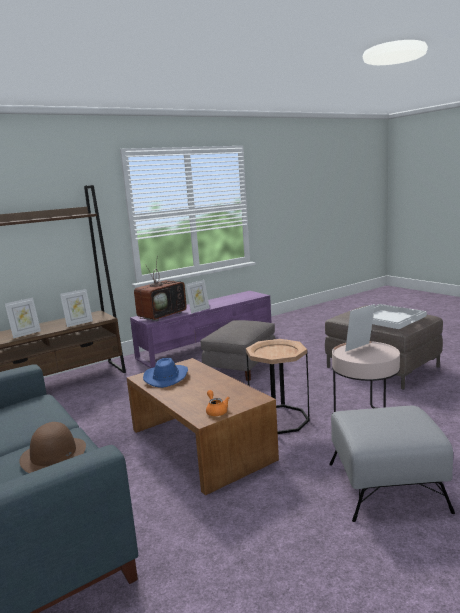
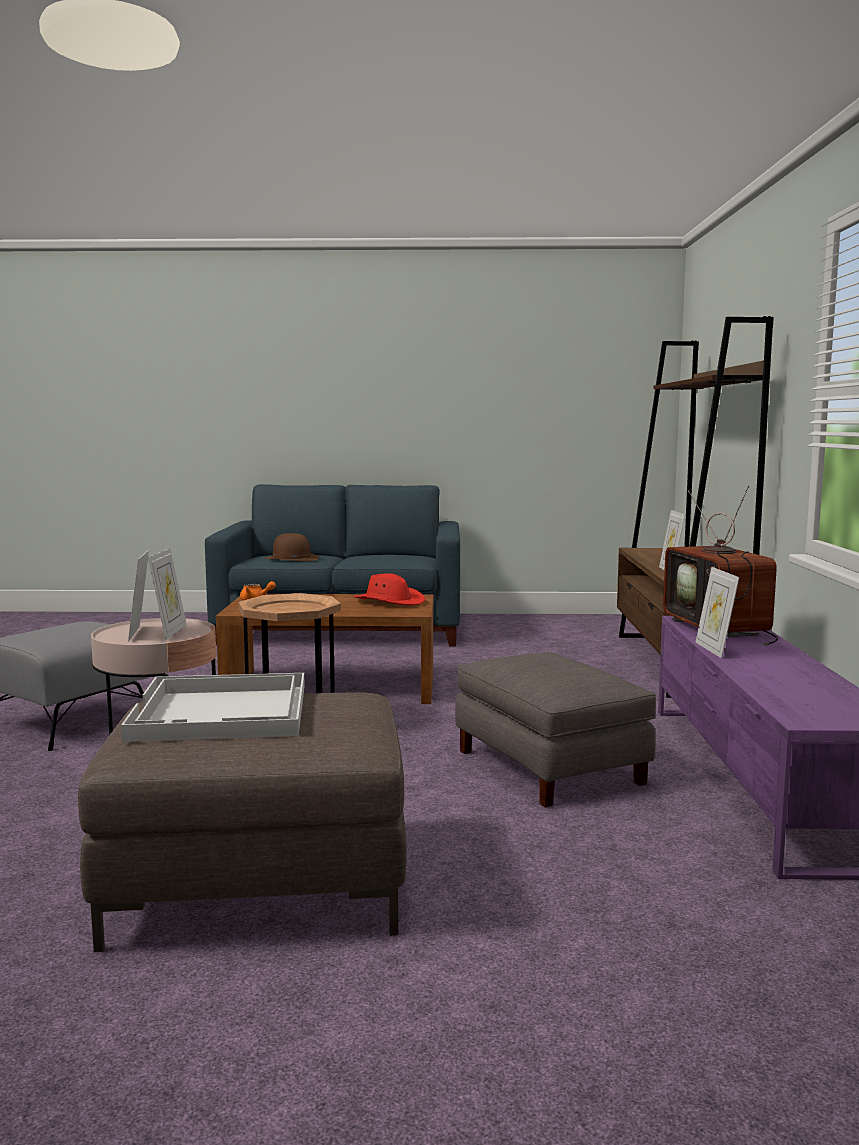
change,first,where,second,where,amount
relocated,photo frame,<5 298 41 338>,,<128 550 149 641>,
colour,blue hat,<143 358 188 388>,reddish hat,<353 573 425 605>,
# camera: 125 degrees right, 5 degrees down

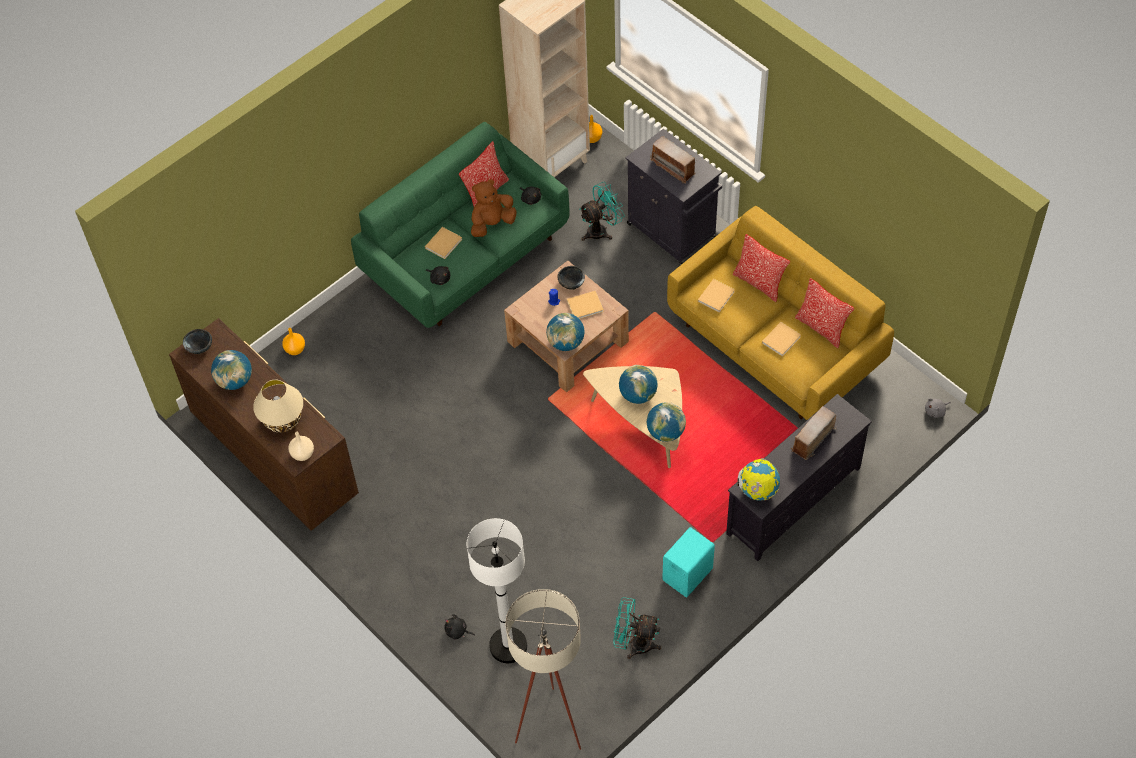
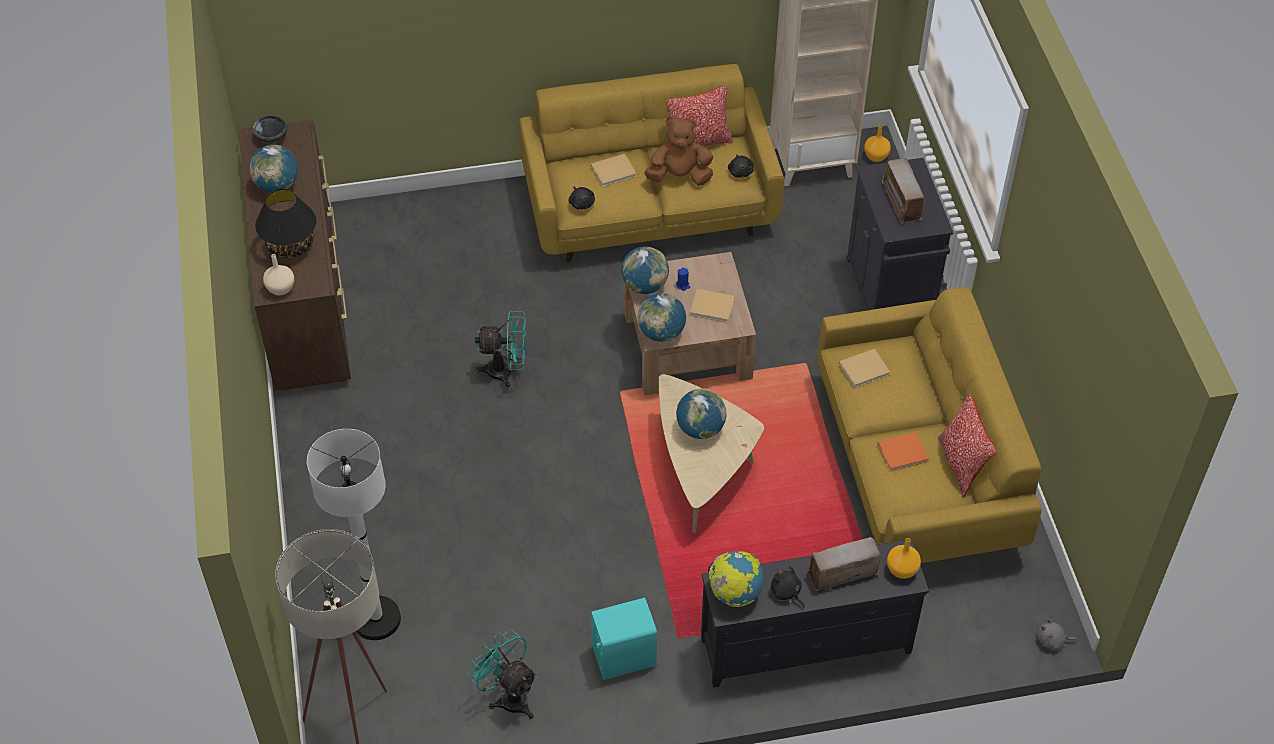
change,first,where,second,where,amount
colour,beige-coloured tabletop lamp,<253 380 303 432>,blackish tabletop lamp,<255 189 317 258>,
relocated,orange decorative vase,<282 328 305 355>,,<887 538 921 579>,
colour,greenish sofa,<351 122 570 328>,yellowish sofa,<519 64 784 262>,
relocated,blackish soft toy,<445 614 475 640>,,<771 566 805 608>,
missing,blackish deep dish,<557 266 585 290>,,,
relocated,blue-green fan,<579 182 625 241>,,<474 311 526 387>,
relocated,desk globe,<647 403 686 442>,,<621 246 669 294>,
missing,pillow,<732 234 790 302>,,,
colour,beige-coloured volume,<762 322 801 357>,orange volume,<878 433 929 471>,
# camera: 30 degrees right, 5 degrees down

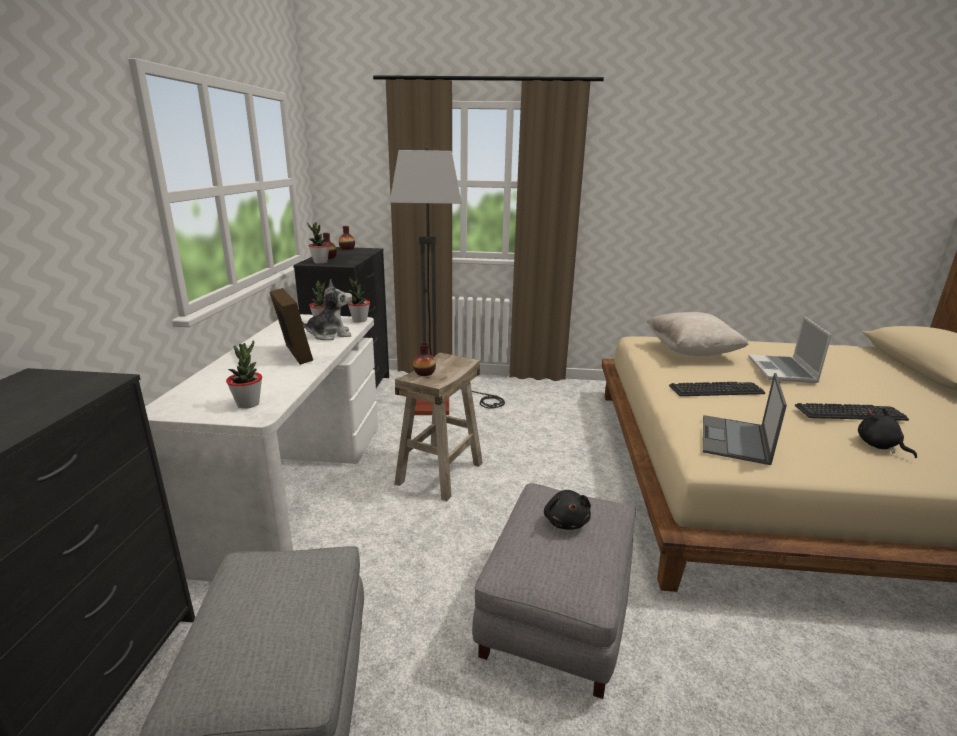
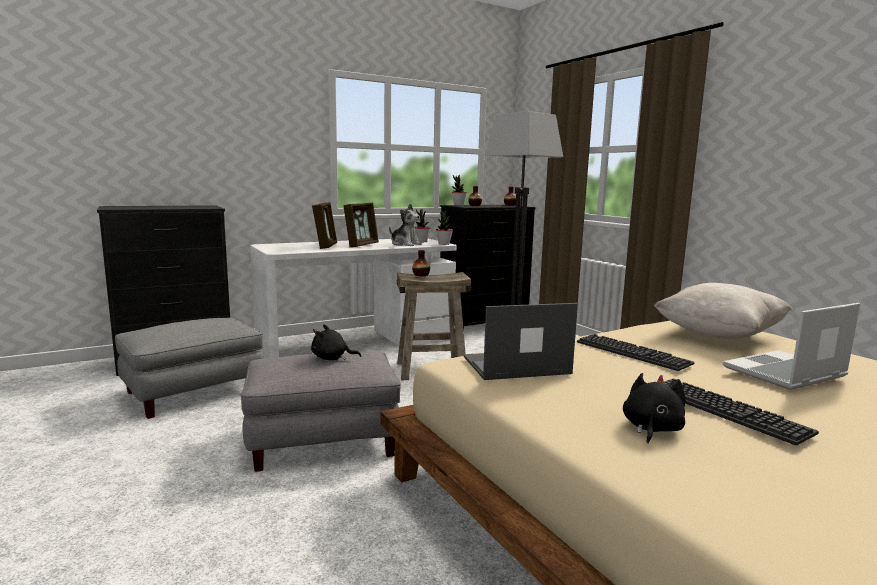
change,first,where,second,where,amount
missing,potted plant,<226 340 262 409>,,,
spun,blackish soft toy,<544 490 591 530>,,<311 324 361 360>,45 degrees clockwise
appeared,,,photo frame,<312 202 337 249>,
# camera: 55 degrees right, 10 degrees down

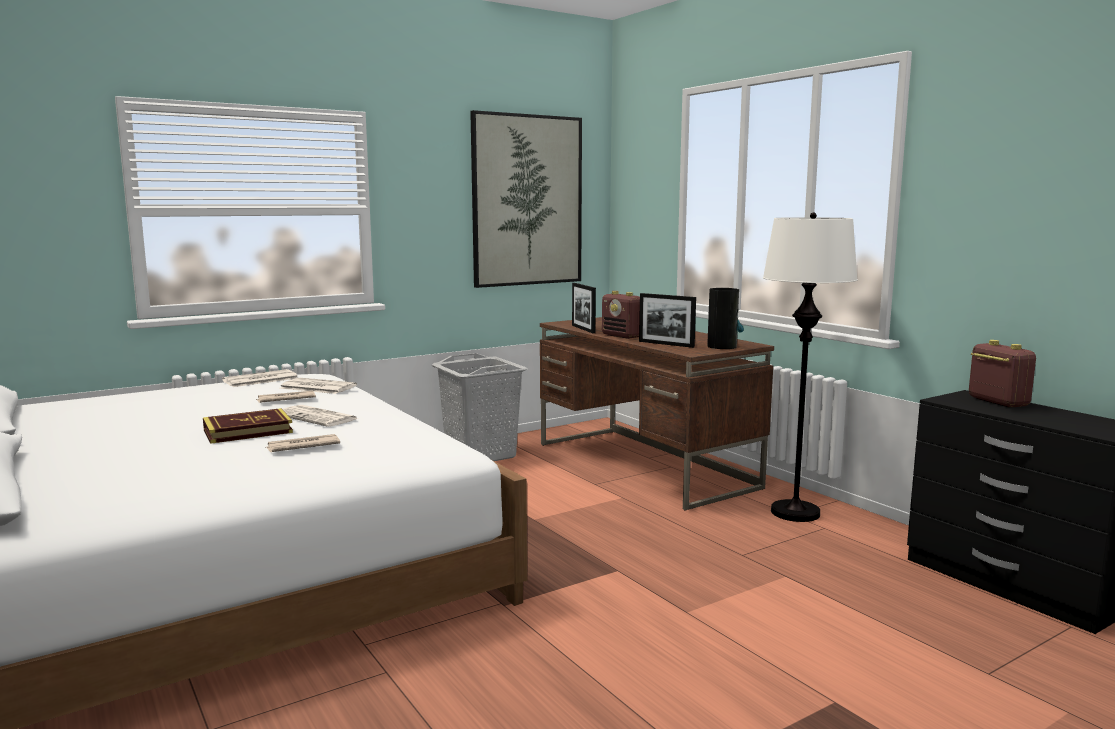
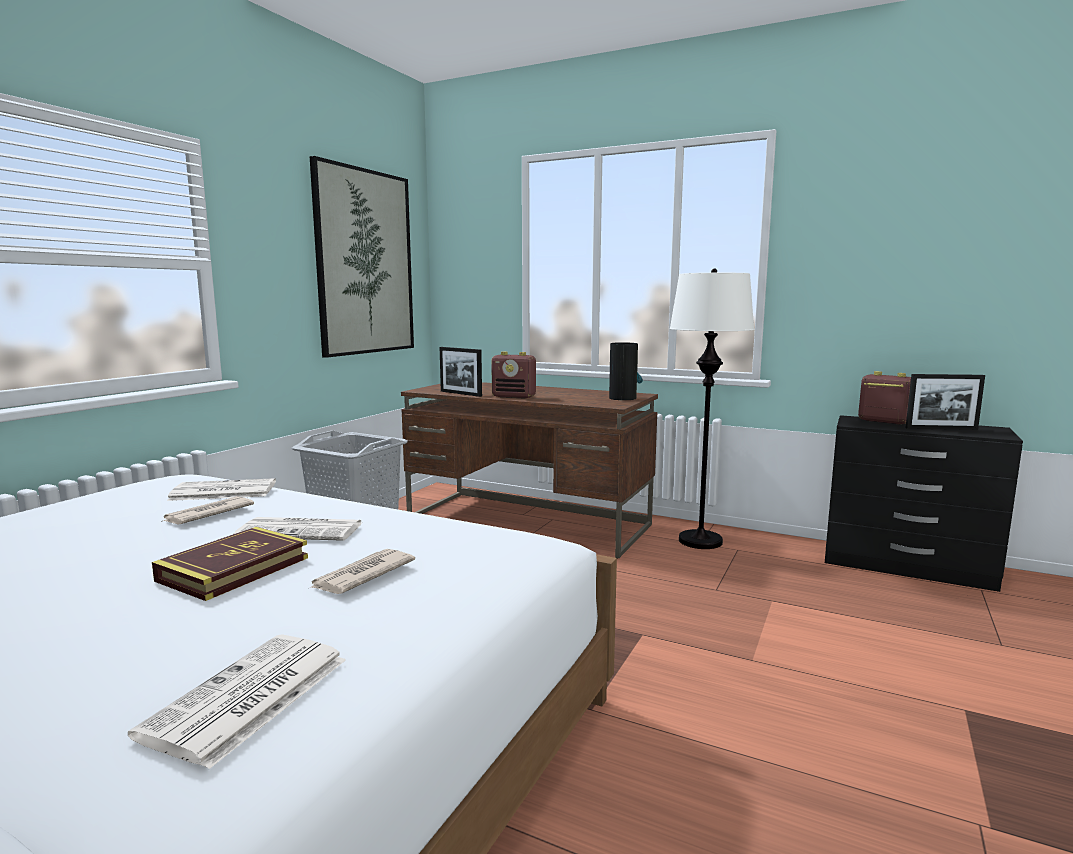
change,first,where,second,where,amount
relocated,printed paper,<222 369 297 387>,,<128 634 346 769>,
relocated,photo frame,<639 293 696 348>,,<906 374 985 430>,
# camera: 30 degrees left, 0 degrees up

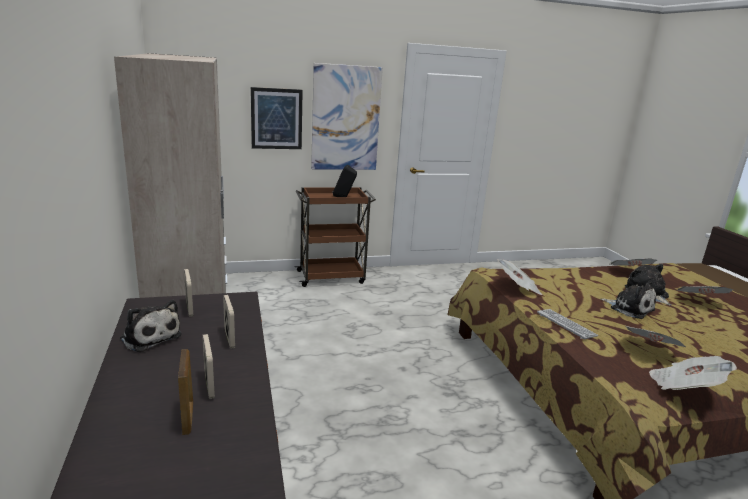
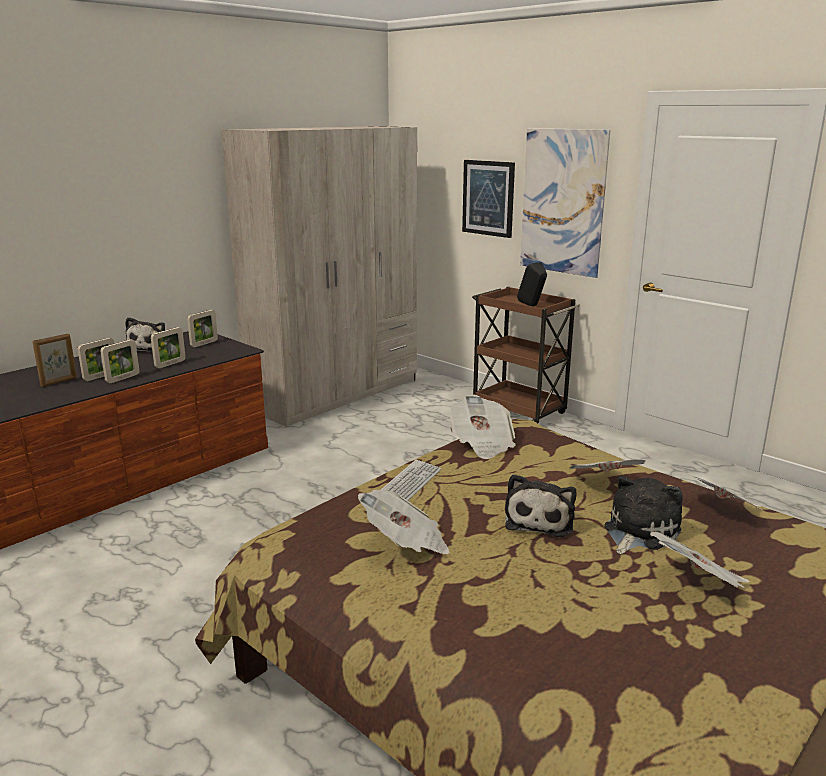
change,first,where,second,where,amount
relocated,printed paper,<649 356 737 390>,,<569 460 646 472>,
appeared,,,photo frame,<101 339 139 383>,
# camera: 60 degrees right, 0 degrees up

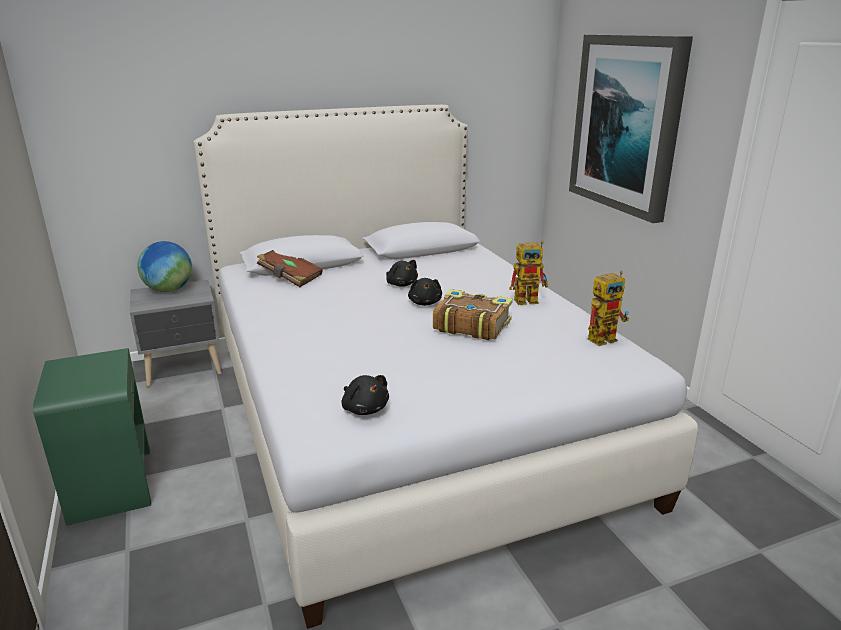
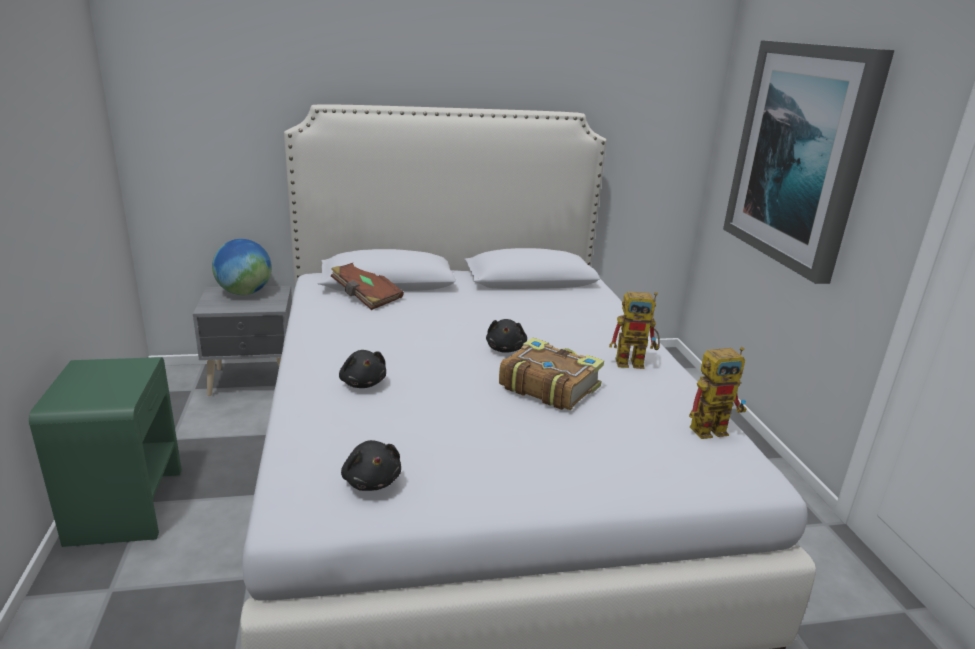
change,first,where,second,where,amount
relocated,blackish soft toy,<386 260 418 287>,,<339 350 386 388>,
# camera: 10 degrees right, 0 degrees up

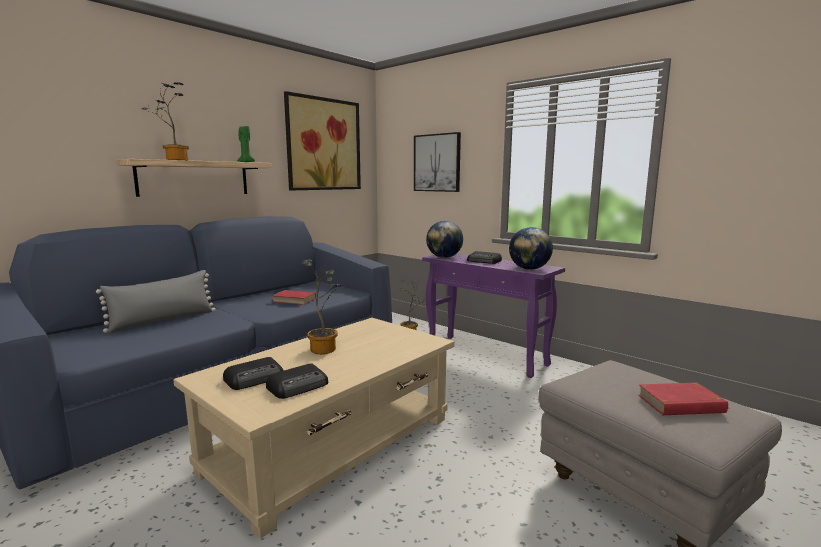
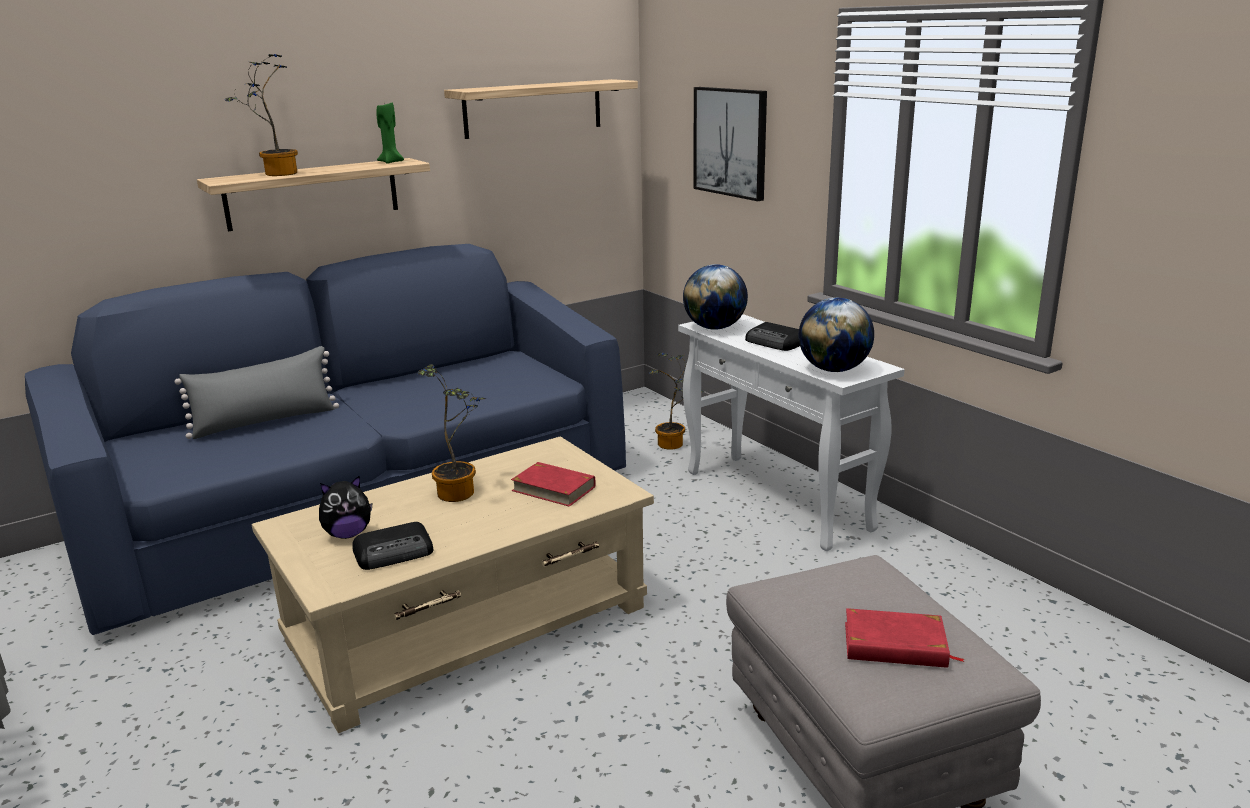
change,first,where,second,where,amount
exchanged,radio,<223 357 284 390>,soft toy,<319 476 372 539>,
relocated,reddish volume,<272 290 316 305>,,<511 462 596 507>,
exchanged,wall picture,<284 91 361 190>,shelf,<444 79 638 139>,
colour,purple-coloured hall table,<422 253 565 378>,white-coloured hall table,<678 314 905 551>,
# camera: 15 degrees right, 10 degrees up

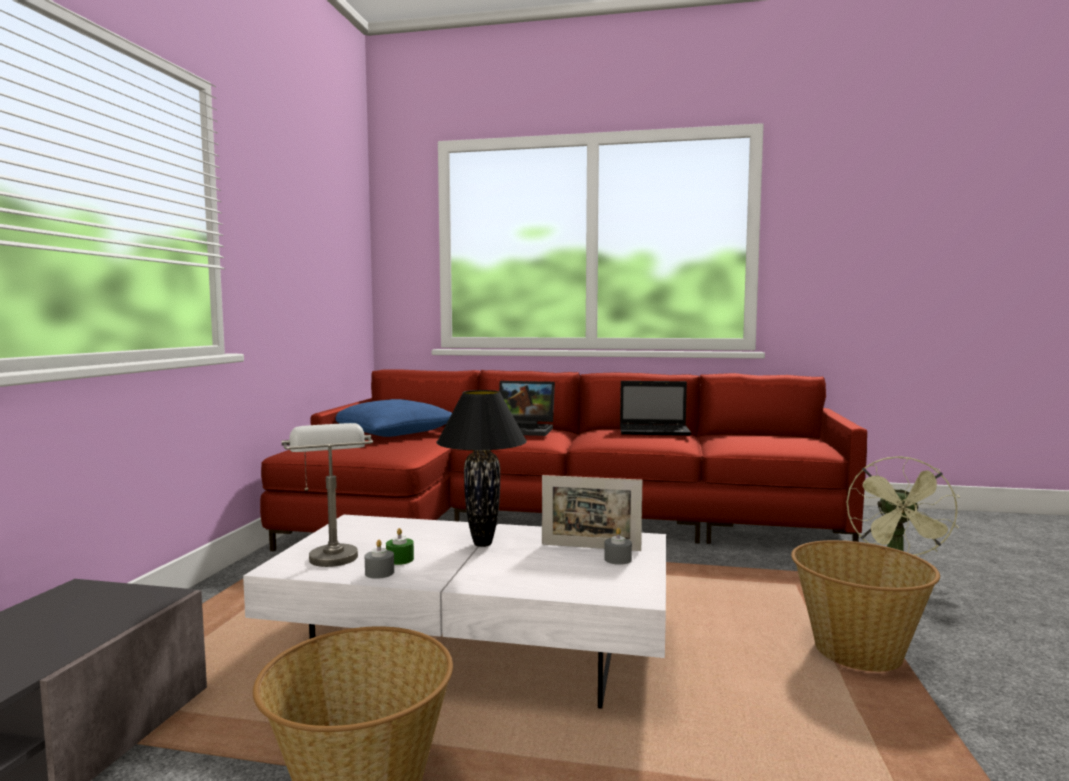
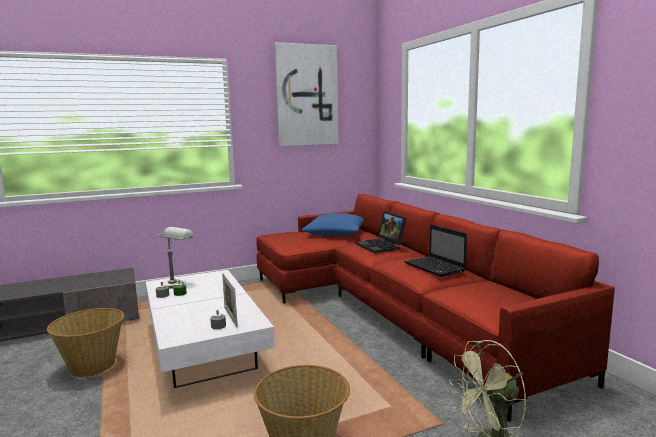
change,first,where,second,where,amount
missing,blackish tabletop lamp,<437 390 527 547>,,,
appeared,,,wall picture,<274 42 339 146>,
# camera: 55 degrees right, 5 degrees up

